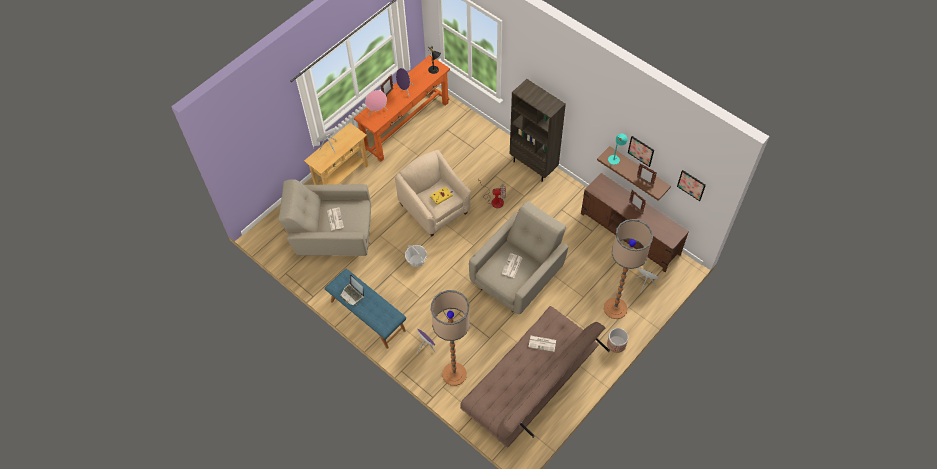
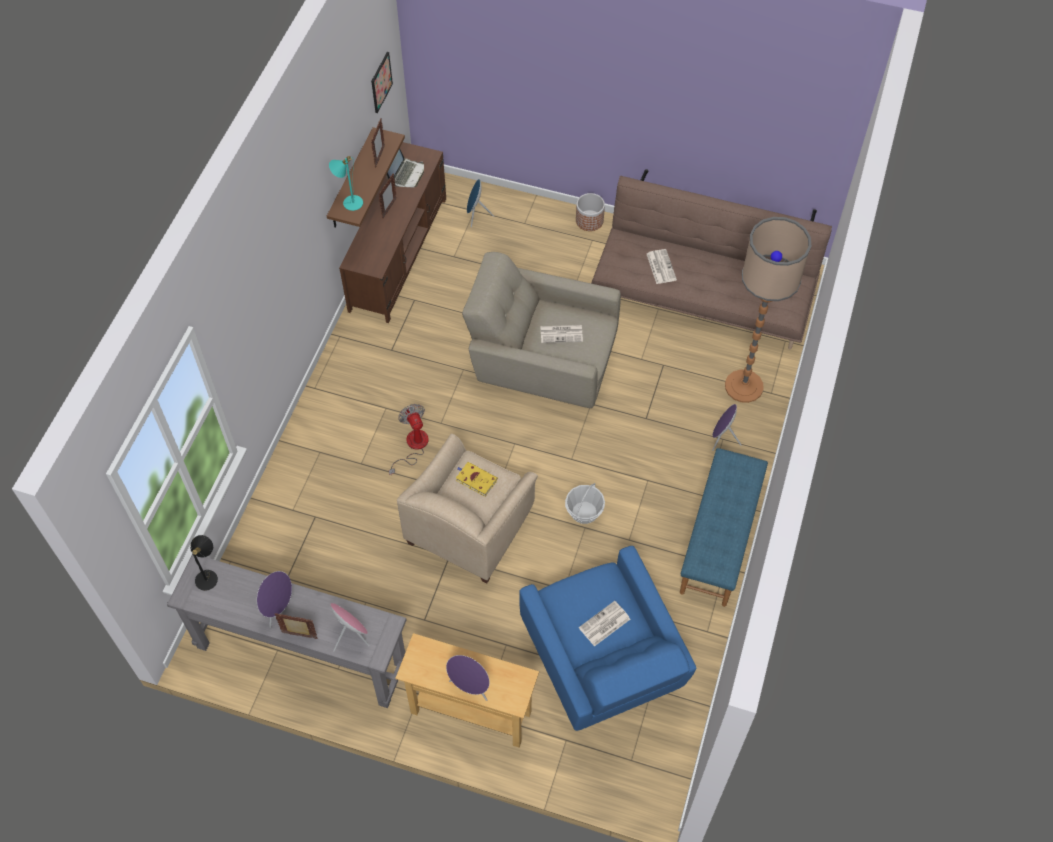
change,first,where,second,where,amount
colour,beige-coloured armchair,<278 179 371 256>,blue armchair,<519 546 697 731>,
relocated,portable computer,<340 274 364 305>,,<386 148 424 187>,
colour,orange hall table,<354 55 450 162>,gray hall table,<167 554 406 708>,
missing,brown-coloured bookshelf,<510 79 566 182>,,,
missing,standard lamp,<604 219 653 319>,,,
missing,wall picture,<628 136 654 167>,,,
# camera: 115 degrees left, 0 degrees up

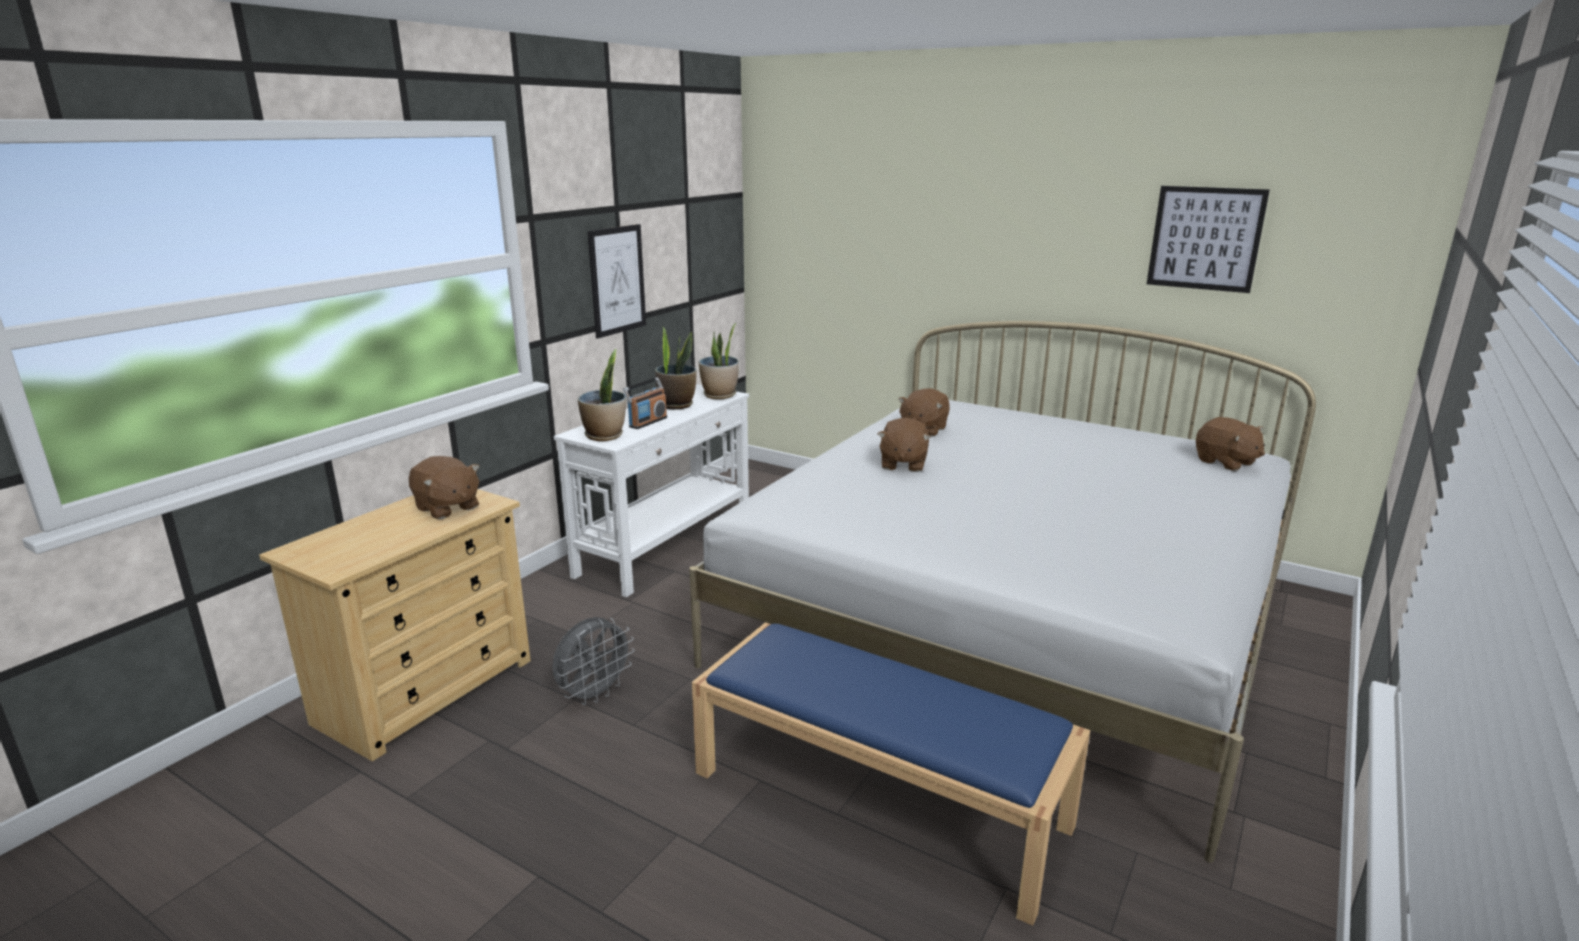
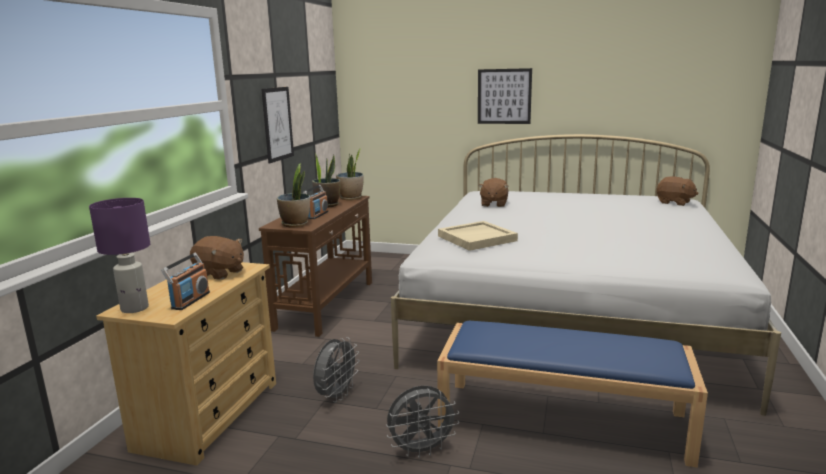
change,first,where,second,where,amount
colour,white-coloured hall table,<554 384 749 597>,brown-coloured hall table,<259 196 372 337>,
missing,brown-coloured soft toy,<878 418 931 472>,,,
relocated,wall picture,<1147 186 1270 293>,,<478 68 532 124>,
appeared,,,purple-coloured tabletop lamp,<89 198 150 313>,
appeared,,,radio,<161 253 210 310>,
appeared,,,gray fan,<386 386 459 458>,
appeared,,,beige-coloured serving tray,<438 221 518 251>,
# camera: 15 degrees left, 5 degrees down

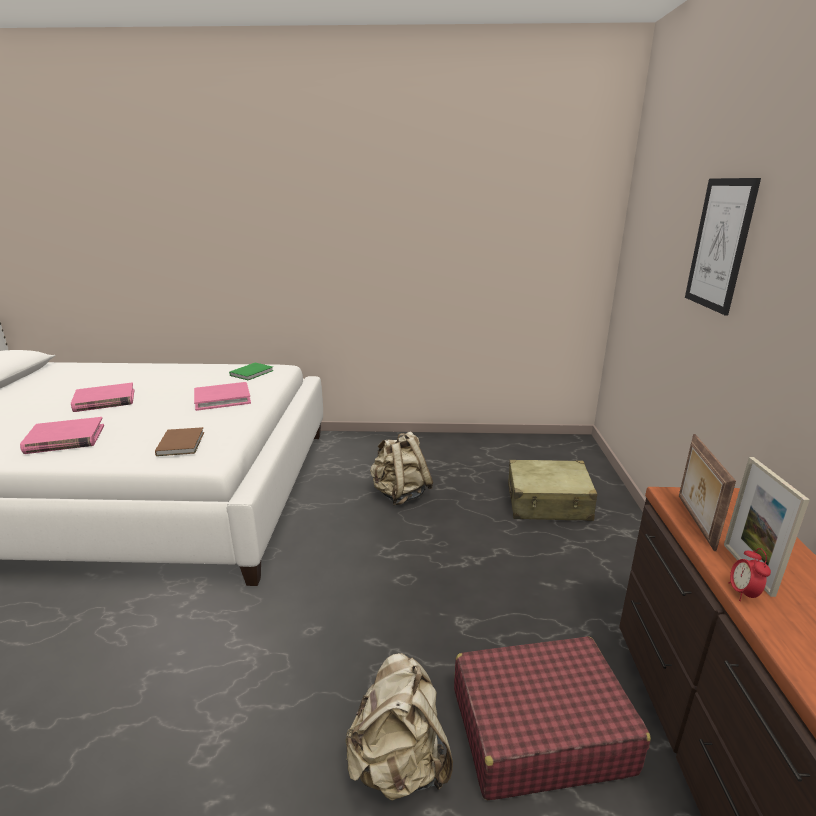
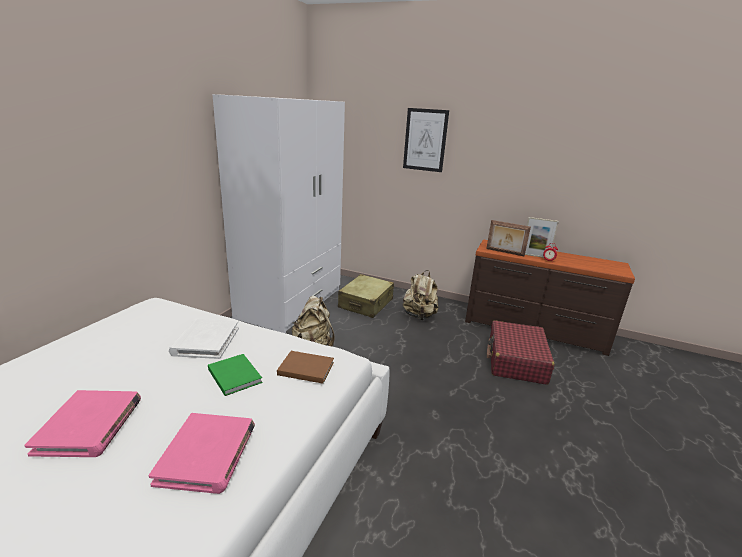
change,first,where,second,where,amount
colour,pinkish volume,<194 382 251 411>,white-coloured volume,<169 319 239 359>,
relocated,greenish volume,<229 363 274 380>,,<208 354 262 396>,
relocated,beige-coloured knapsack,<345 653 453 801>,,<403 270 439 320>,
appeared,,,white-coloured armoire,<212 94 345 333>,
# camera: 70 degrees left, 0 degrees up

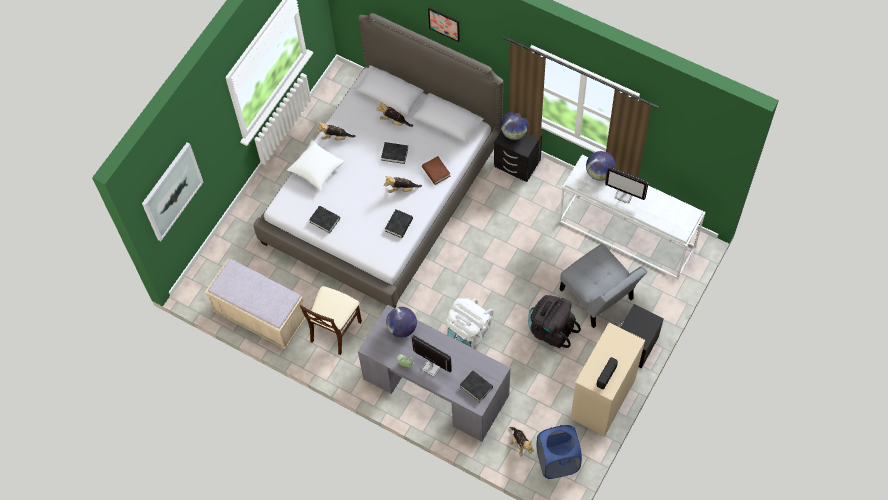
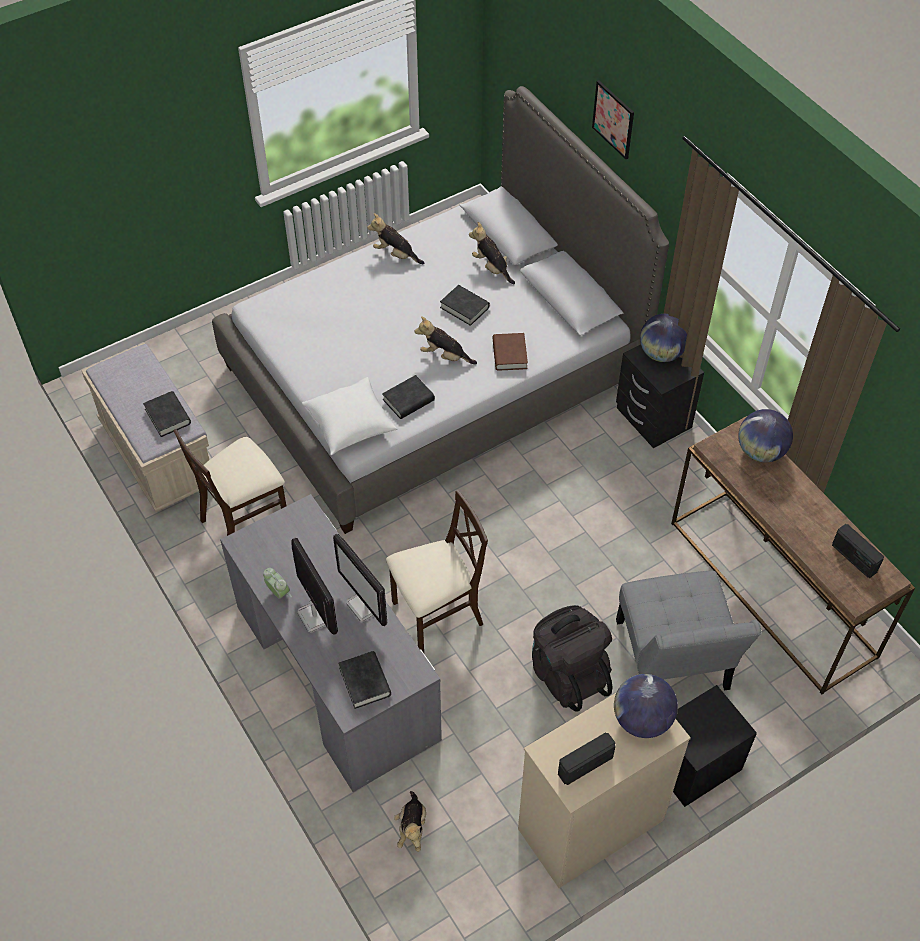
change,first,where,second,where,amount
missing,wall picture,<142 143 203 241>,,,
relocated,white-coloured pillow,<287 140 345 191>,,<302 377 397 455>,
relocated,blackish volume,<309 206 340 233>,,<143 391 191 437>,
relocated,desk globe,<386 307 417 338>,,<614 674 678 738>,
exchanged,white-coloured knapsack,<446 298 493 348>,beige-coloured plain chair,<386 490 488 653>,
missing,blue laundry basket,<536 425 582 479>,,,
colour,white-coloured hall table,<559 155 705 279>,brown-coloured hall table,<671 416 915 694>,
relocated,monitor,<605 166 649 203>,,<333 534 387 626>,
appeared,,,radio,<832 524 884 578>,
# camera: 25 degrees right, 10 degrees down

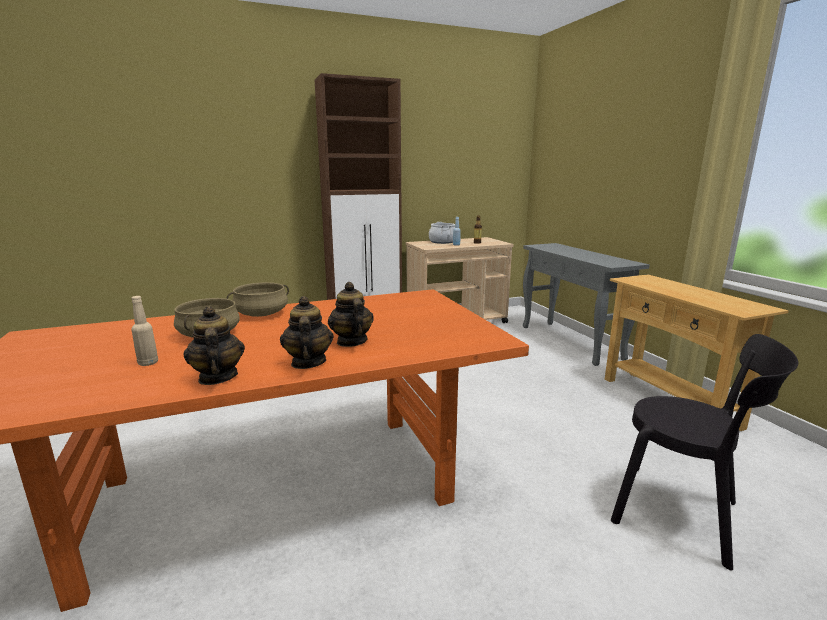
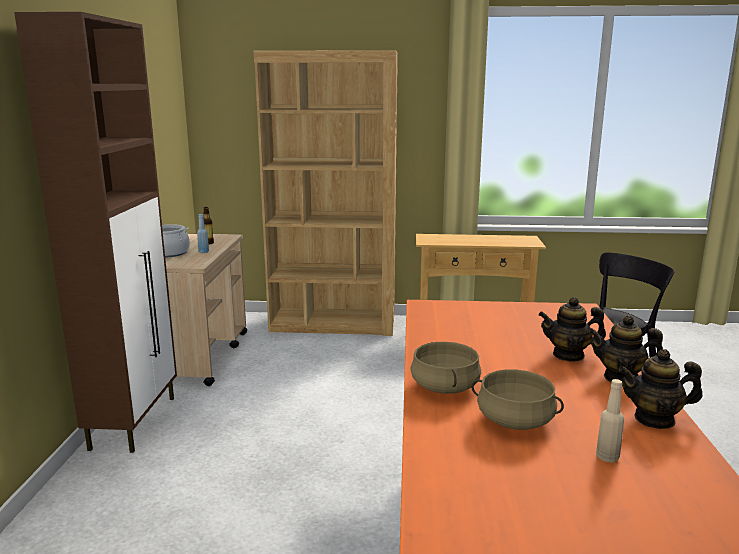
change,first,where,second,where,amount
exchanged,gray hall table,<523 243 650 366>,brown-coloured bookshelf,<254 50 398 336>,
# camera: 65 degrees left, 0 degrees up

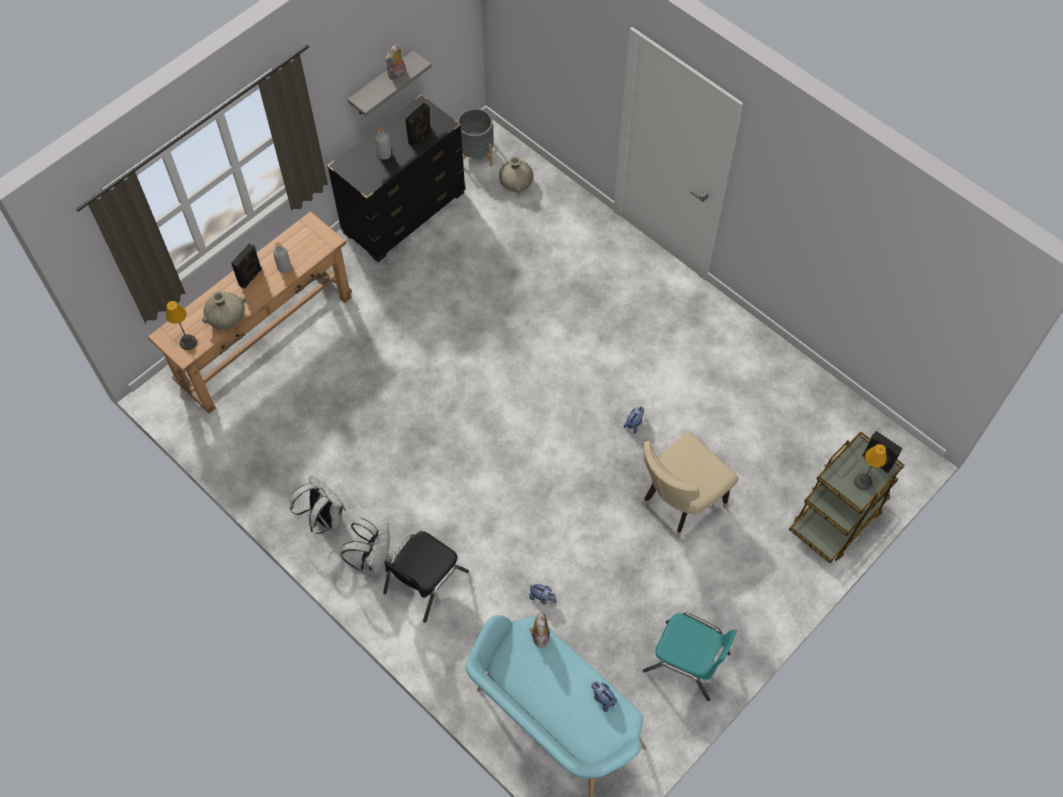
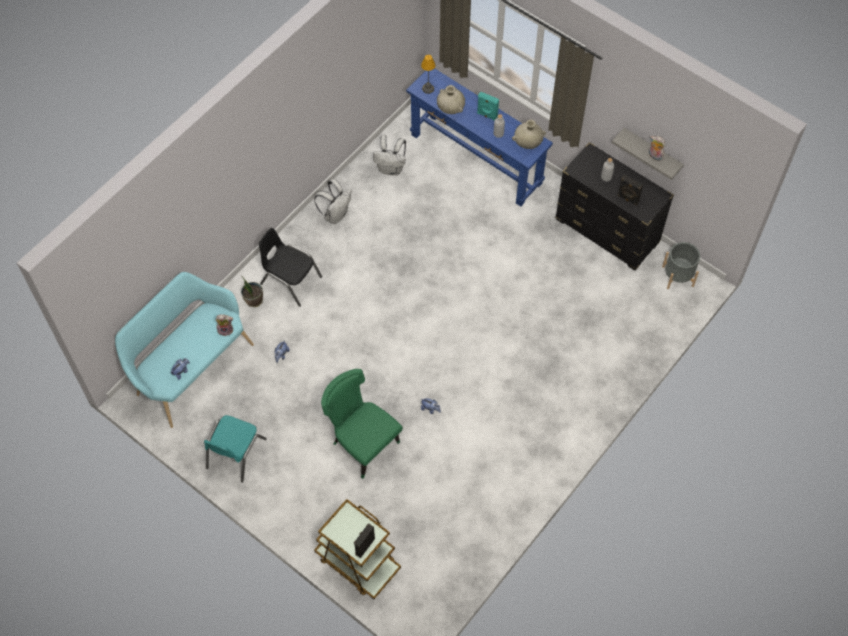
change,first,where,second,where,amount
colour,brown-coloured hall table,<148 211 352 414>,blue hall table,<406 68 553 207>,
colour,blackish loudspeaker,<231 243 262 289>,blue-green loudspeaker,<477 92 499 121>,
relocated,white-coloured knapsack,<340 518 390 576>,,<373 135 406 176>,
relocated,beige-coloured decorative vase,<499 156 533 193>,,<512 119 546 149>,
colour,beige-coloured plain chair,<641 432 739 539>,greenish plain chair,<321 369 403 479>,
missing,tabletop lamp,<854 444 887 490>,,,
appeared,,,potted plant,<241 276 263 307>,
# camera: 85 degrees right, 0 degrees up

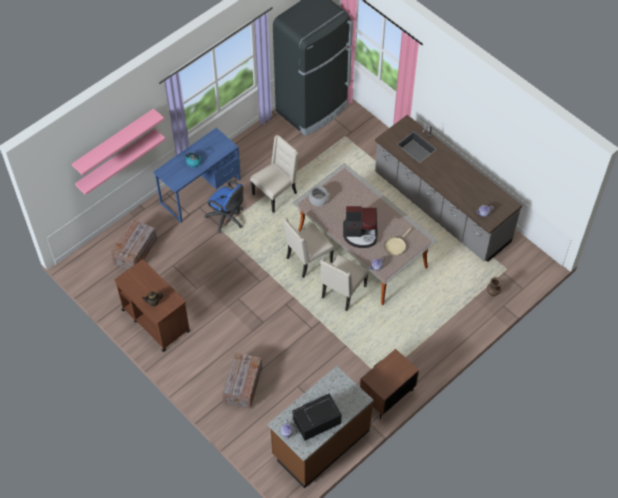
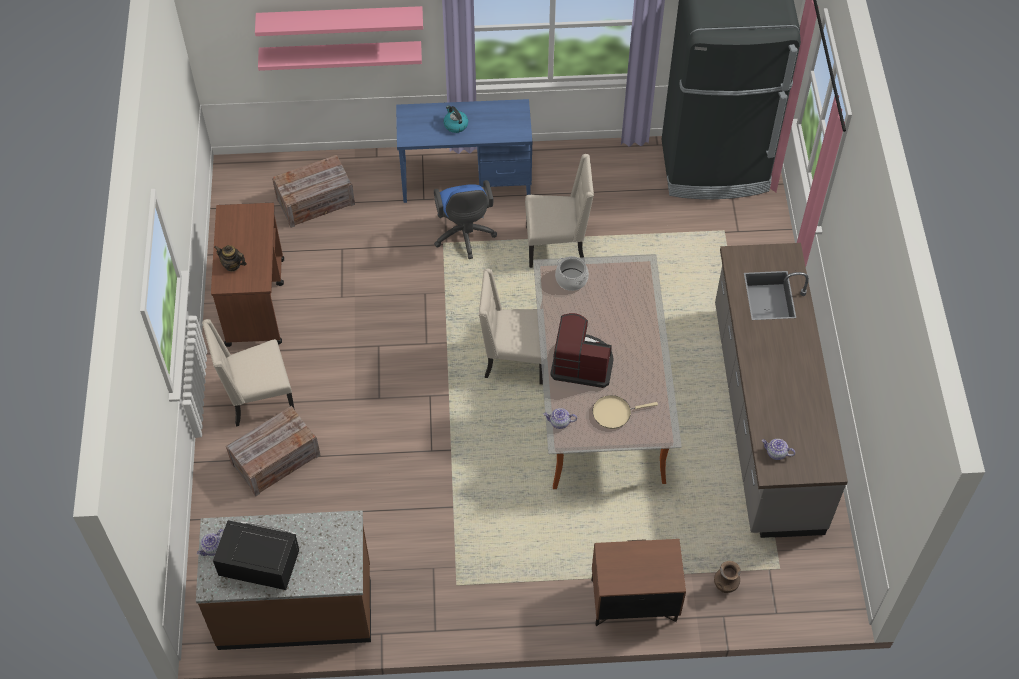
change,first,where,second,where,amount
relocated,beige-coloured plain chair,<320 255 369 311>,,<202 319 295 427>,
spun,coffee maker,<343 206 378 248>,,<550 313 614 388>,150 degrees clockwise
relocated,brown-coloured nightstand,<360 349 419 420>,,<591 539 686 626>,
# camera: 40 degrees right, 0 degrees up

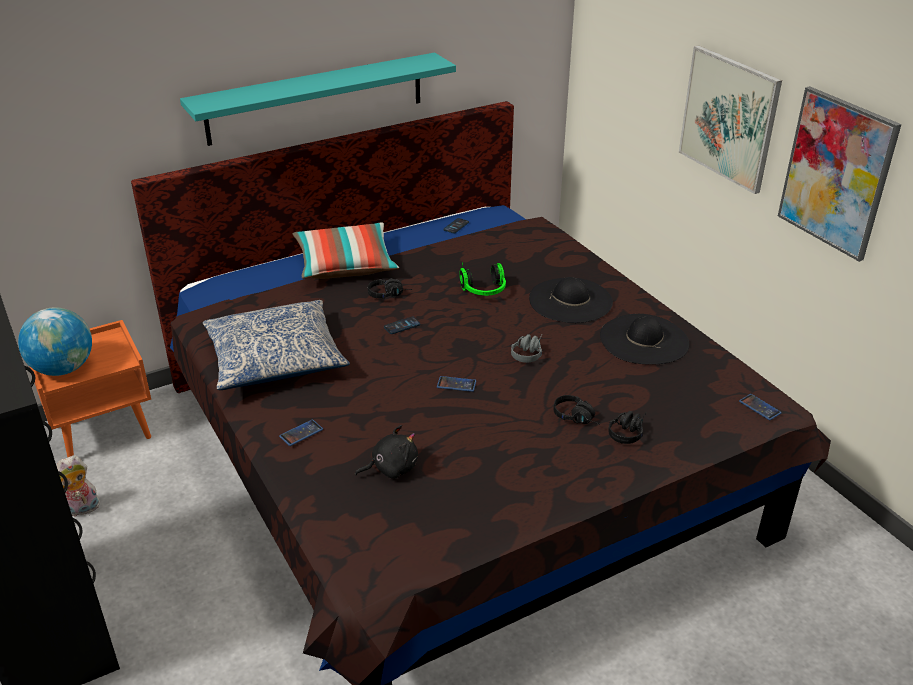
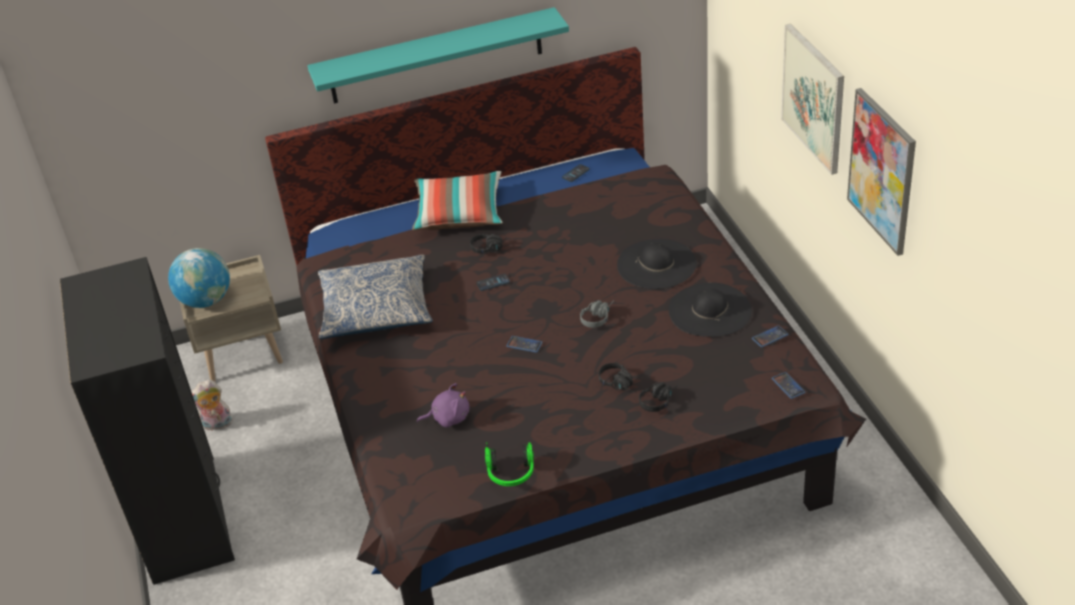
change,first,where,second,where,amount
colour,orange nightstand,<29 320 151 457>,beige-coloured nightstand,<180 255 283 382>,
relocated,handset,<279 419 323 446>,,<752 326 788 348>,
colour,blackish soft toy,<355 425 418 479>,purple-coloured soft toy,<416 383 469 428>,
relocated,pair of headphones,<459 262 506 296>,,<485 442 534 486>,
# camera: 15 degrees right, 5 degrees up

